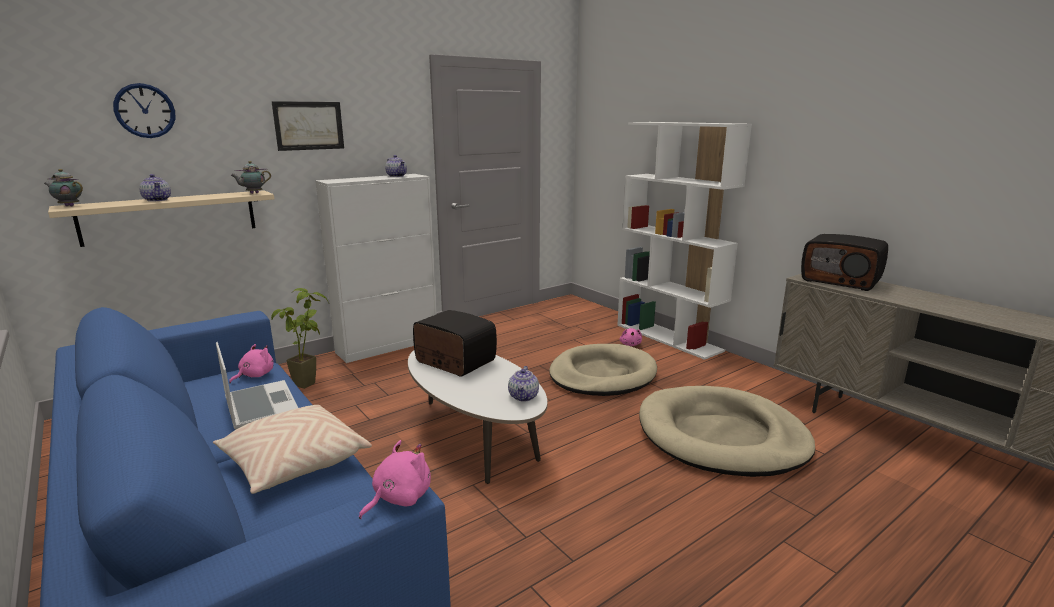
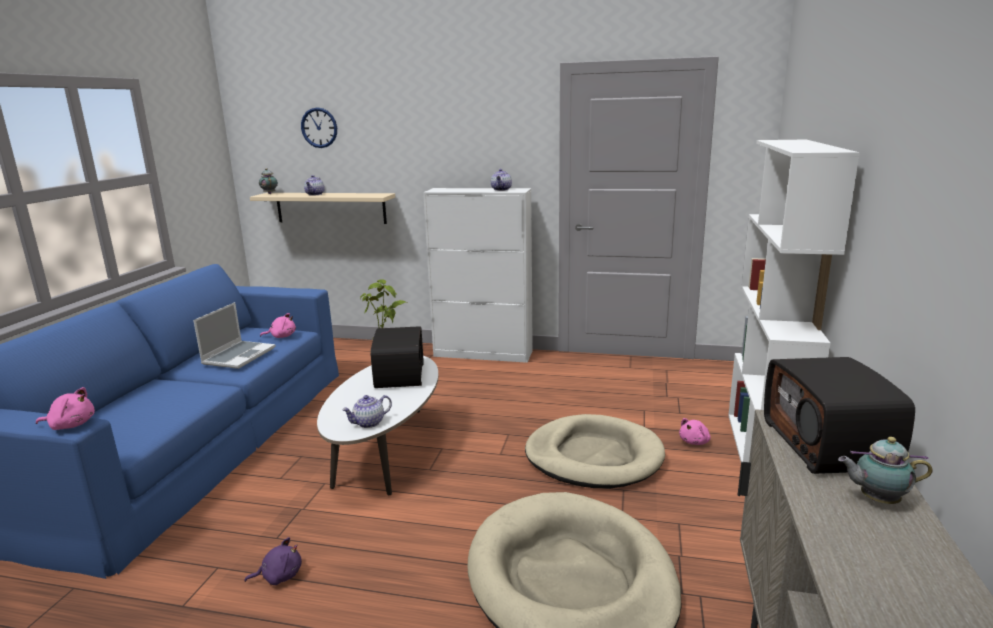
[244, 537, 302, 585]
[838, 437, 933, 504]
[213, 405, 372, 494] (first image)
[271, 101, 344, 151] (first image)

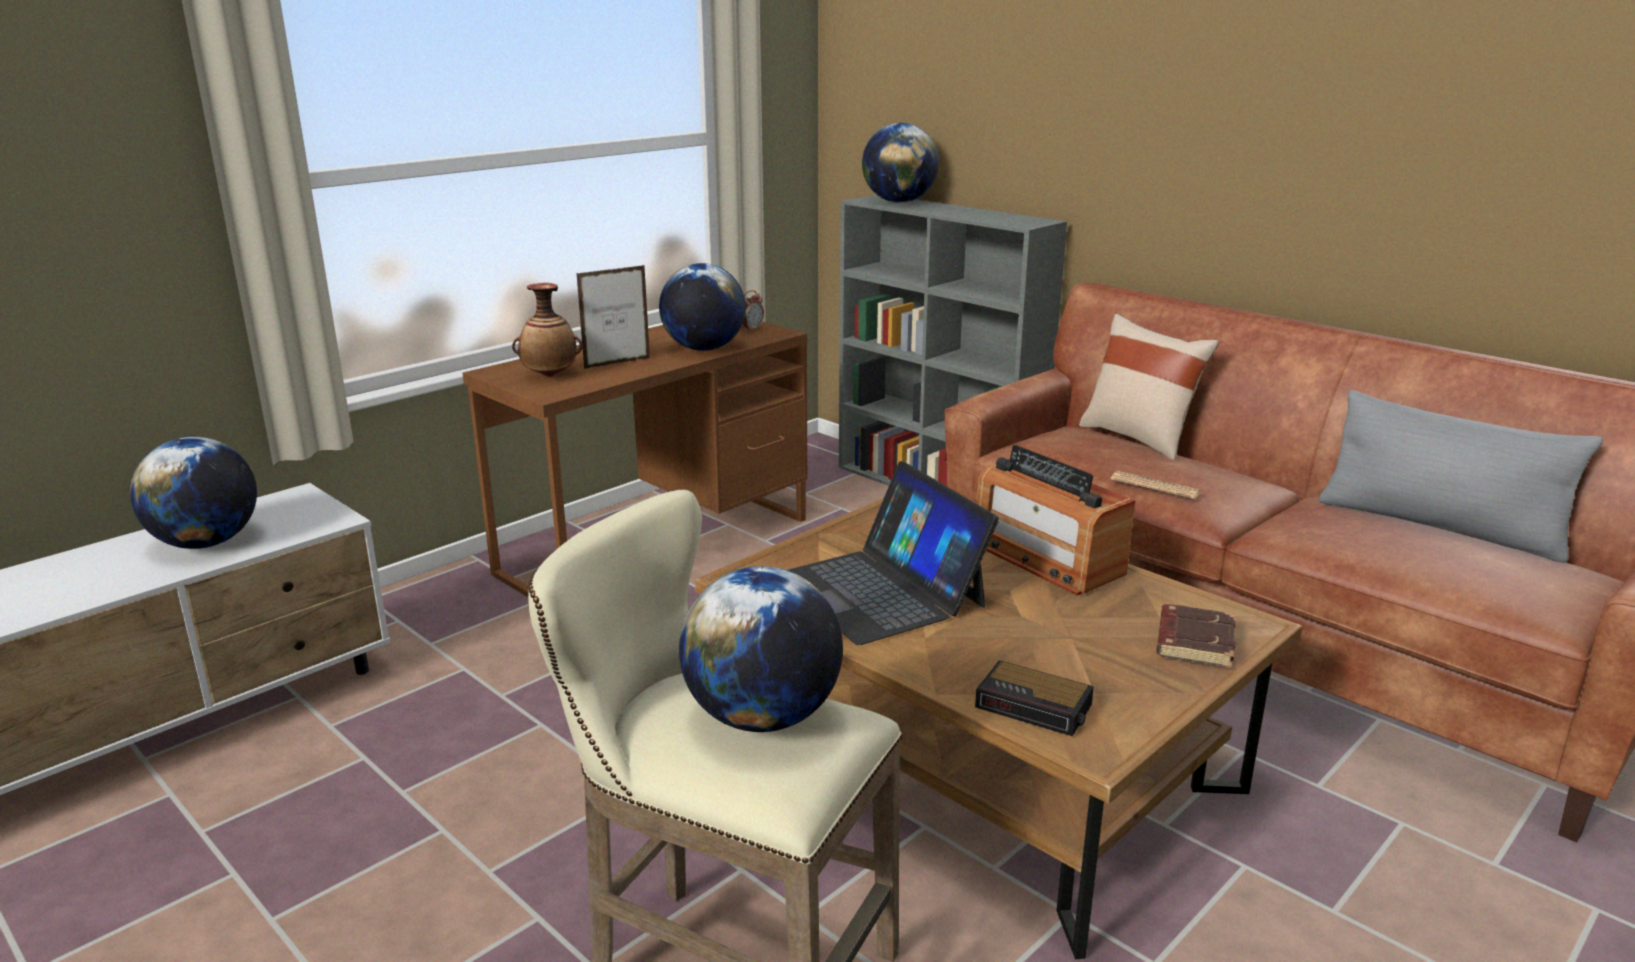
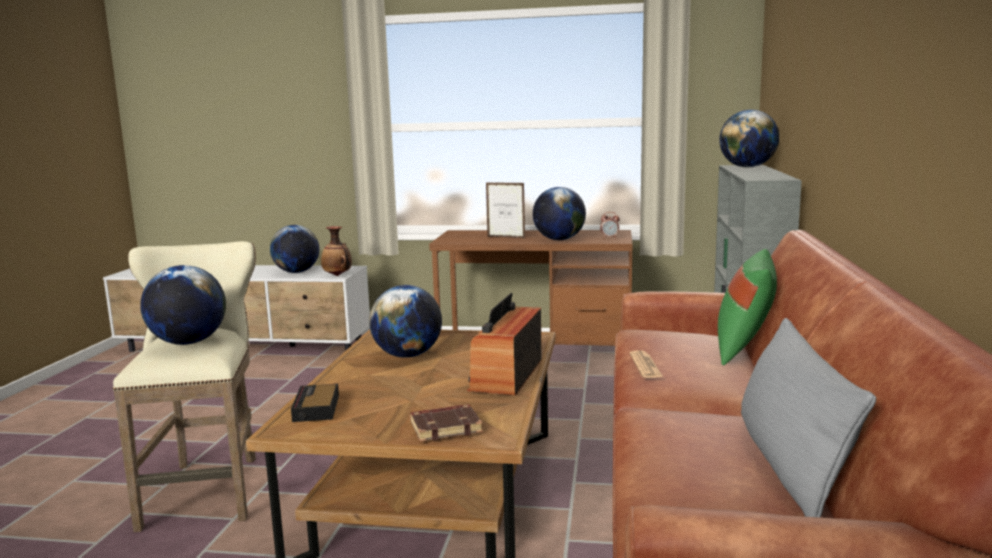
[321, 226, 352, 276]
[369, 285, 442, 358]
[718, 249, 777, 365]

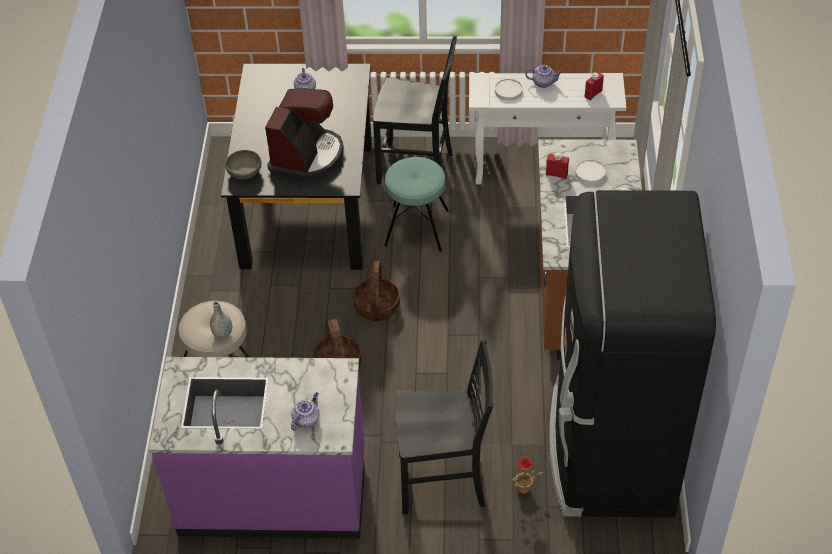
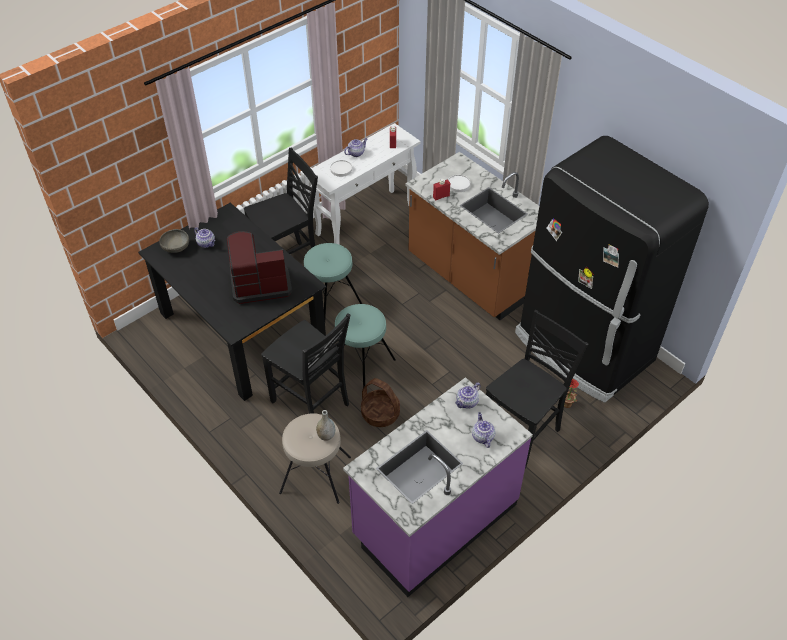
[159, 229, 189, 253]
[226, 231, 292, 304]
[261, 314, 350, 414]
[335, 304, 396, 388]
[455, 383, 481, 409]

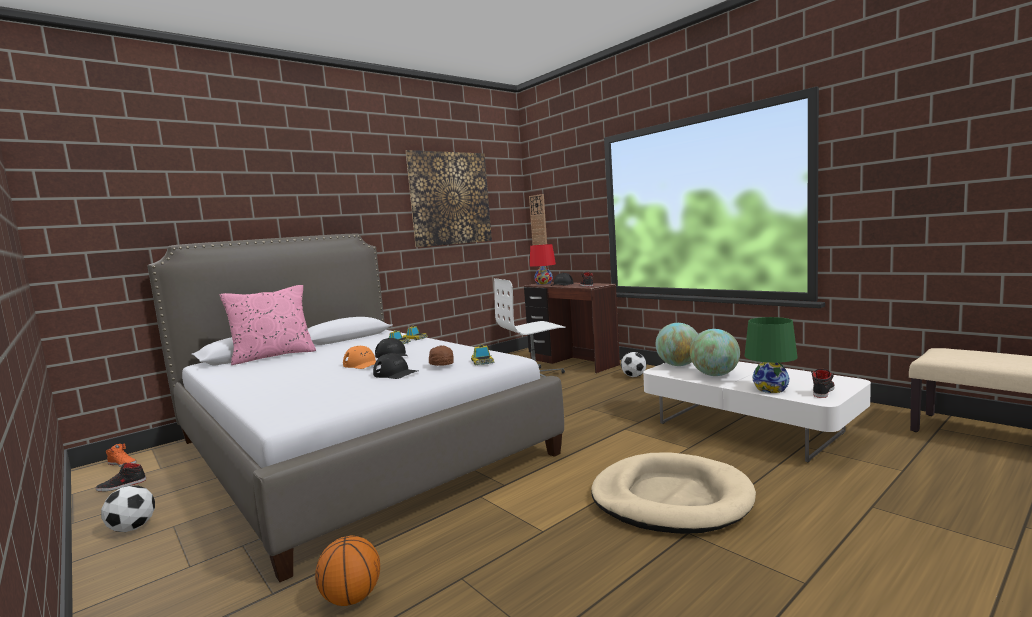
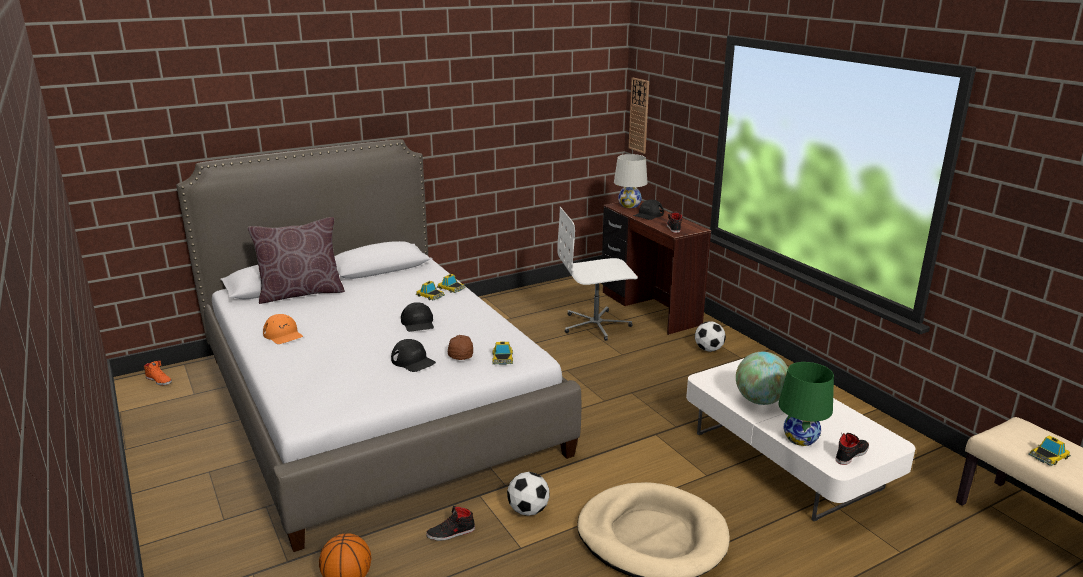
[248, 217, 345, 304]
[263, 314, 303, 344]
[426, 506, 475, 541]
[507, 472, 549, 516]
[614, 154, 647, 208]
[1028, 436, 1071, 466]
[406, 150, 492, 247] (first image)
[656, 323, 698, 366] (first image)

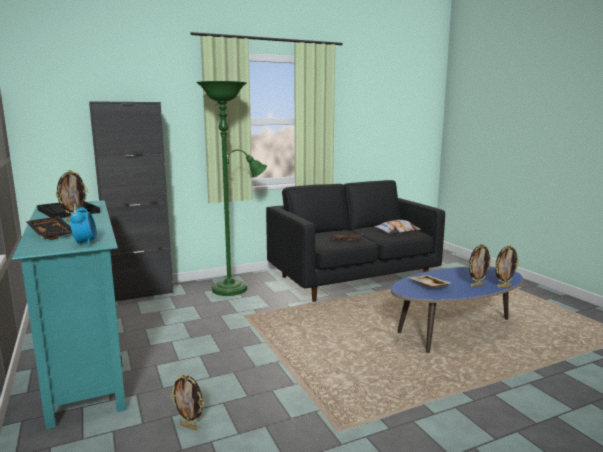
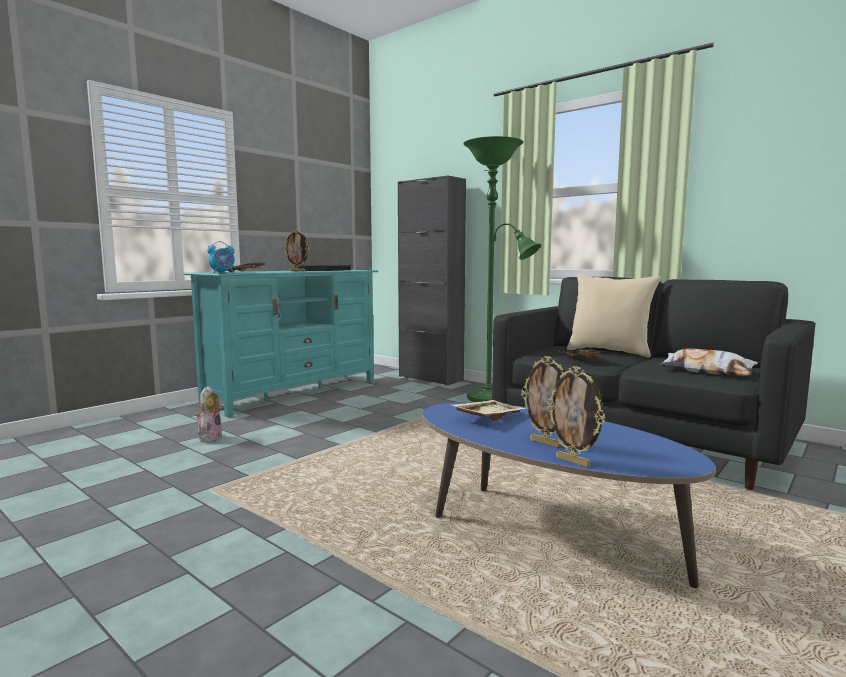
[196, 386, 222, 443]
[567, 274, 661, 357]

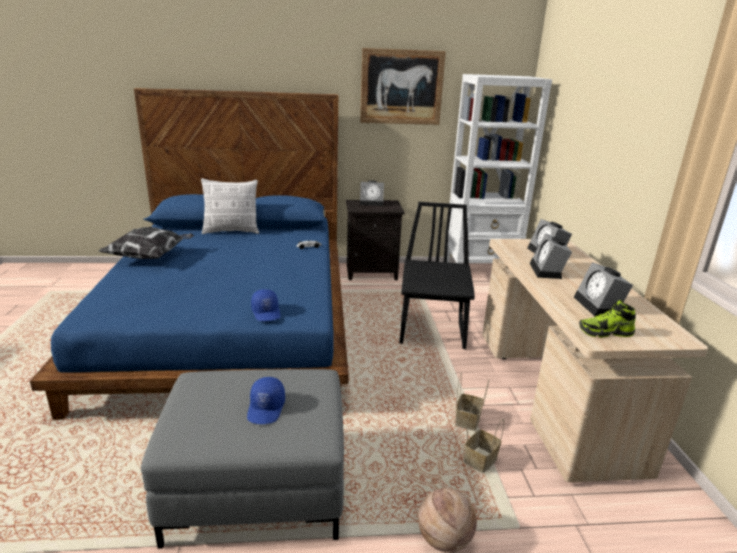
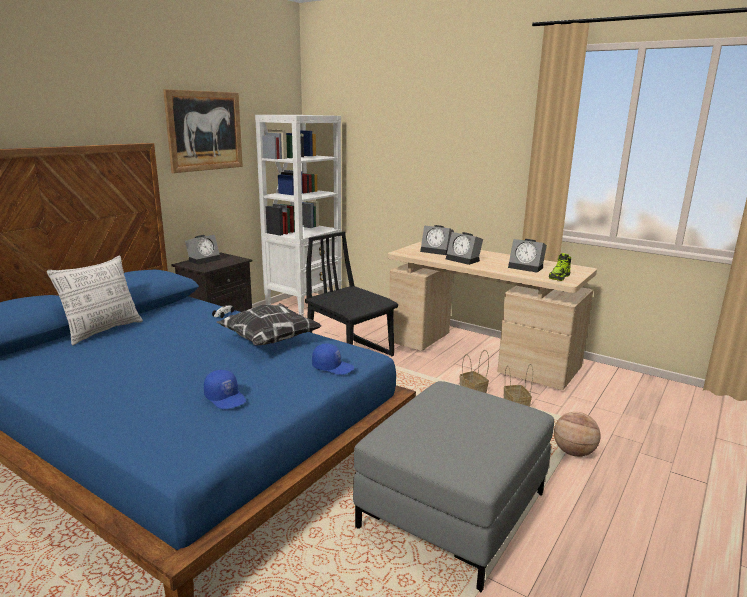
[204, 370, 246, 409]
[217, 303, 322, 345]

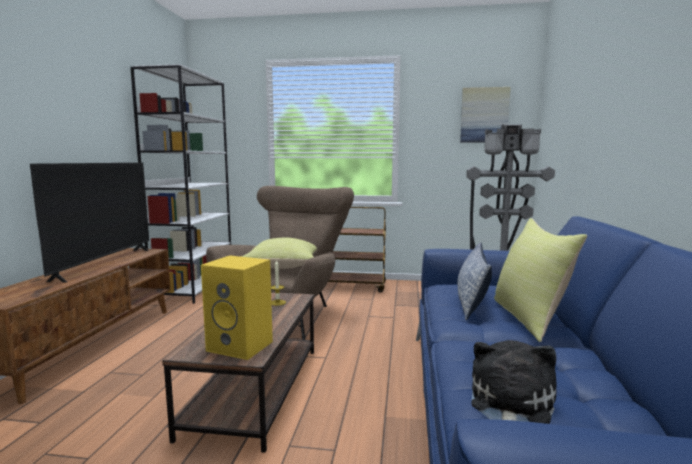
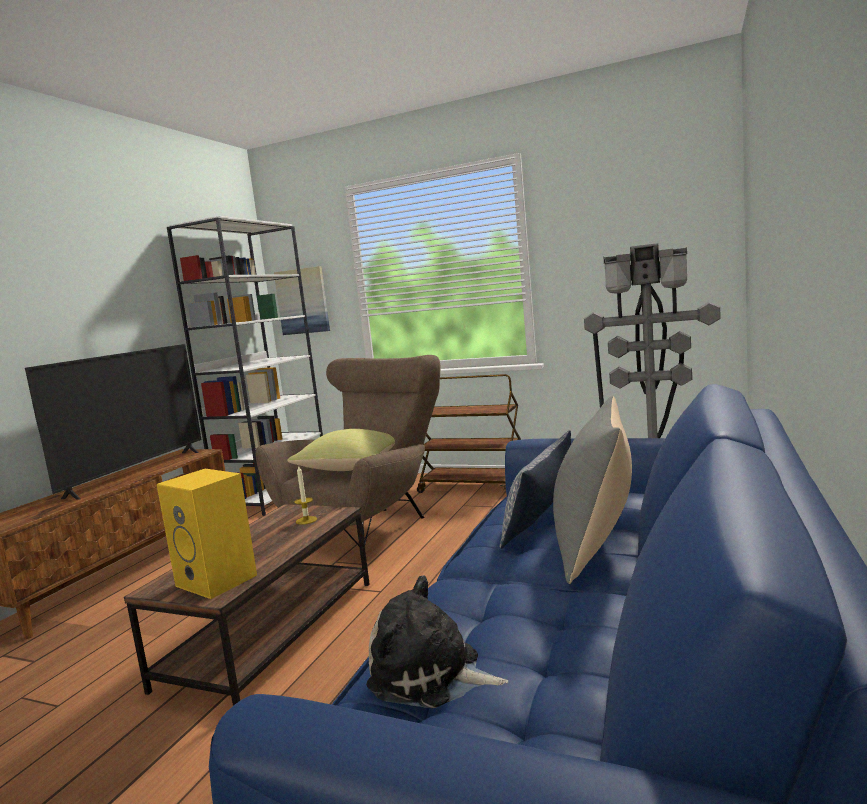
[274, 266, 330, 335]
[366, 575, 508, 708]
[553, 396, 632, 584]

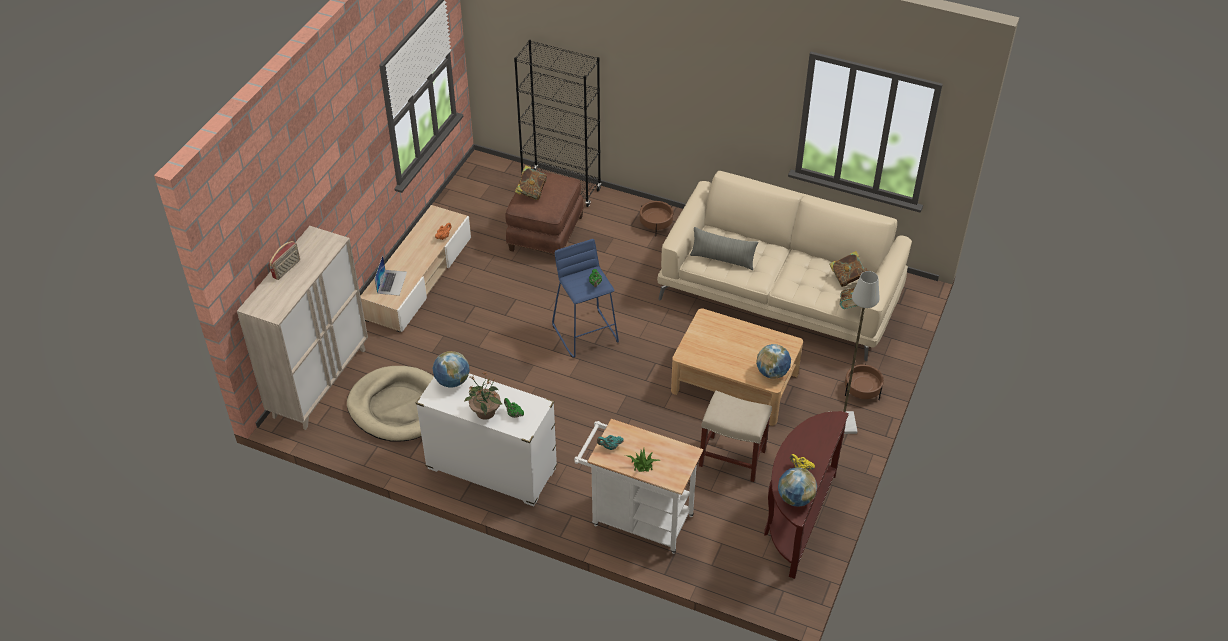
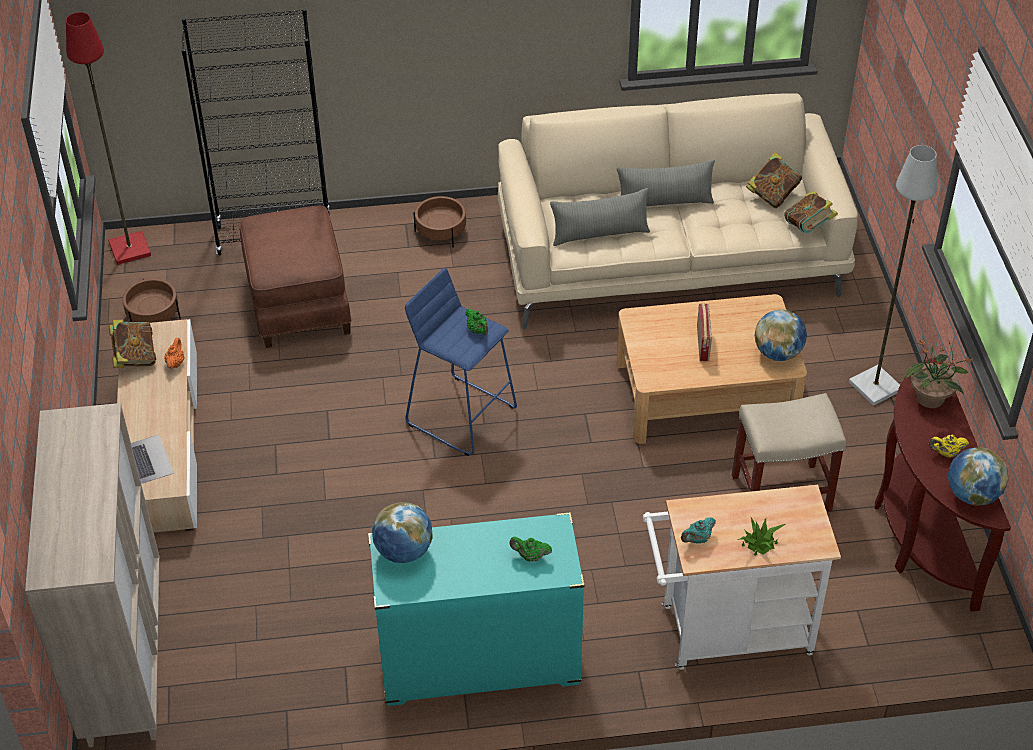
[66, 12, 151, 265]
[109, 320, 156, 368]
[122, 278, 181, 323]
[368, 512, 585, 706]
[617, 159, 715, 206]
[697, 303, 712, 361]
[906, 339, 974, 408]
[347, 366, 434, 442] (first image)

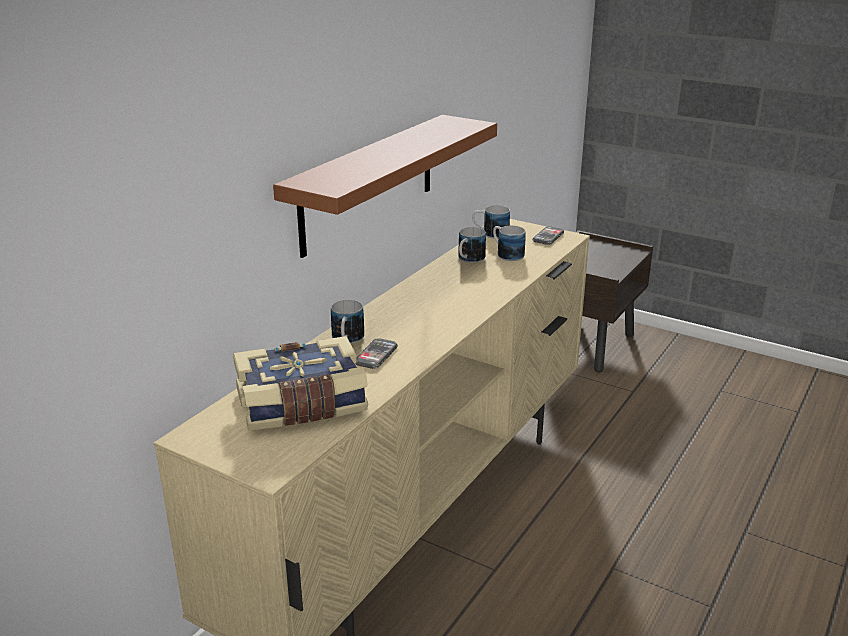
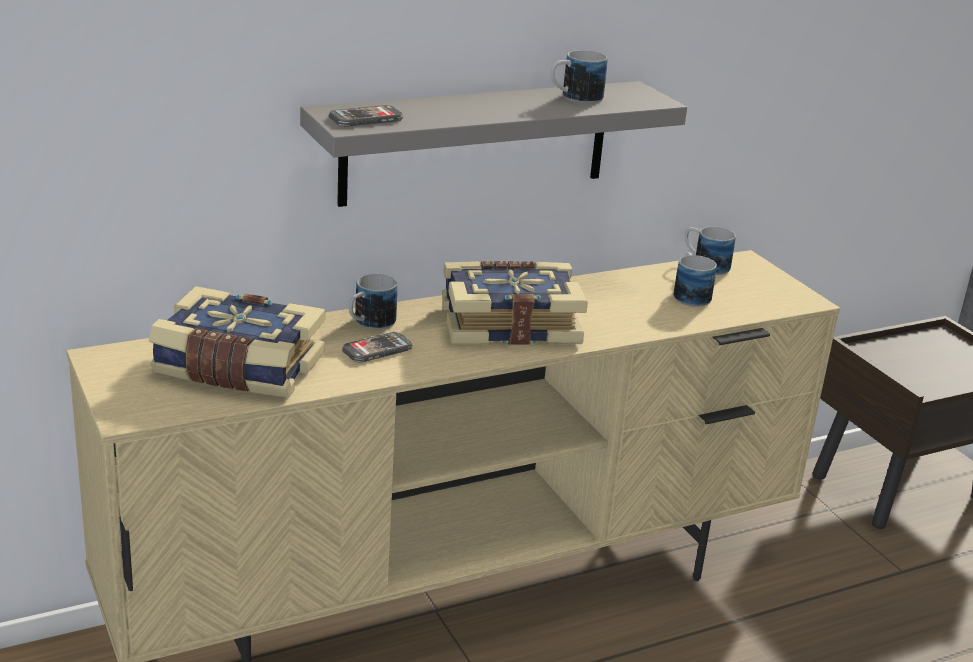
[300, 81, 687, 207]
[329, 105, 403, 127]
[442, 261, 588, 345]
[551, 50, 607, 103]

